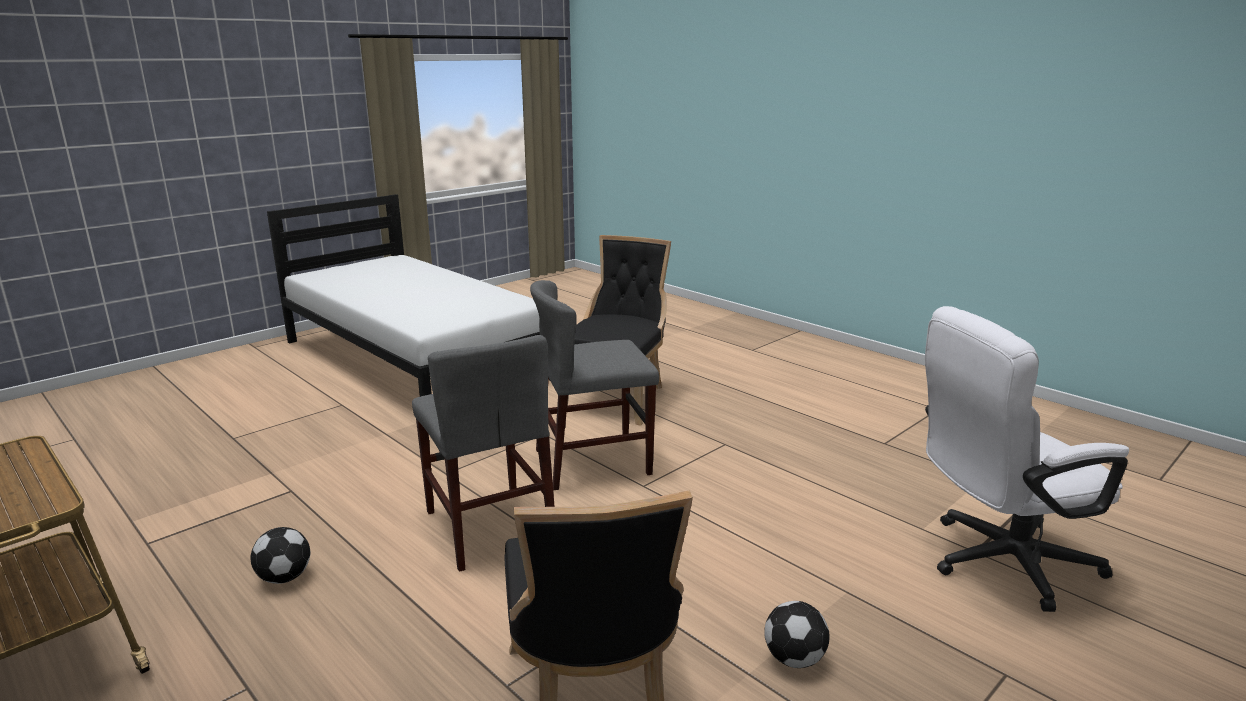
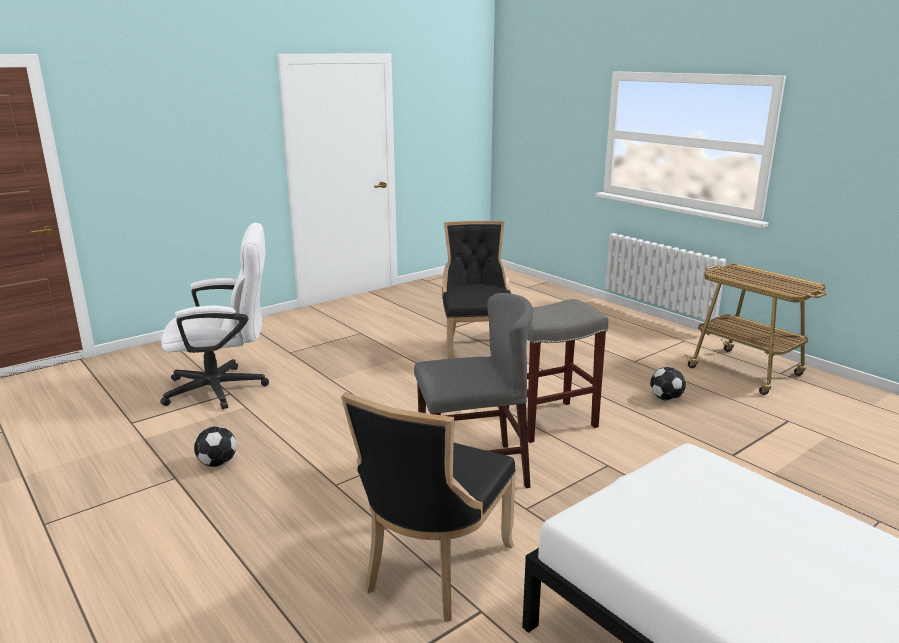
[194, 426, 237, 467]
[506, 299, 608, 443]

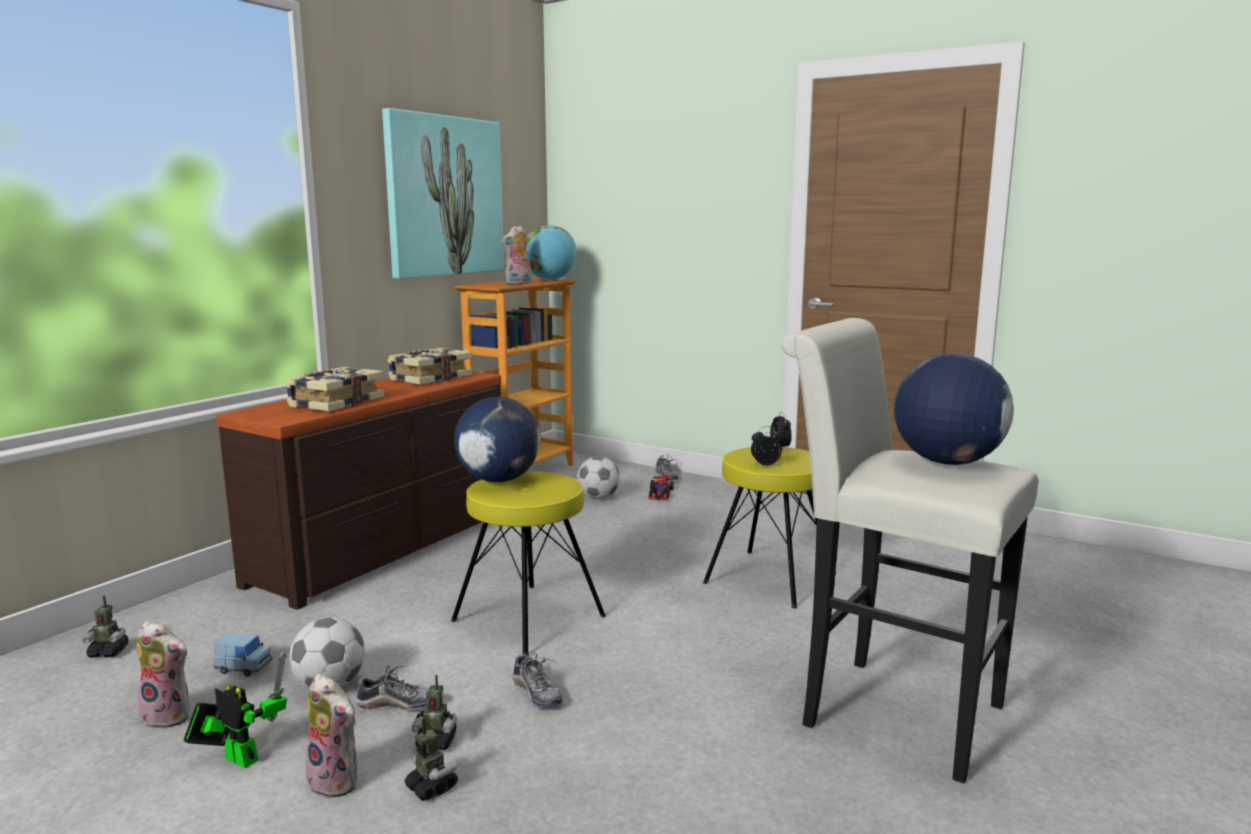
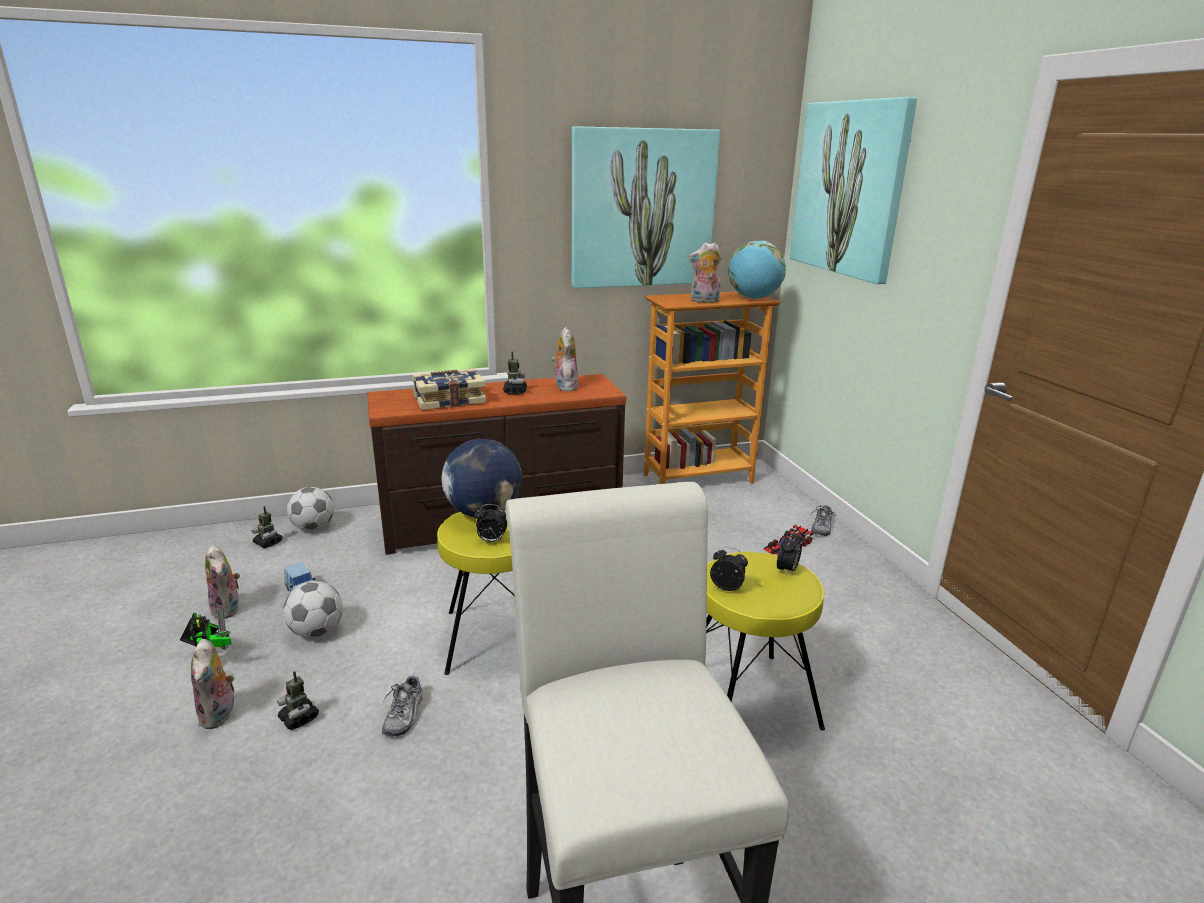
[287, 487, 334, 531]
[474, 504, 507, 542]
[503, 352, 527, 394]
[551, 327, 579, 391]
[790, 97, 917, 284]
[356, 666, 429, 711] (first image)
[894, 353, 1014, 465] (first image)

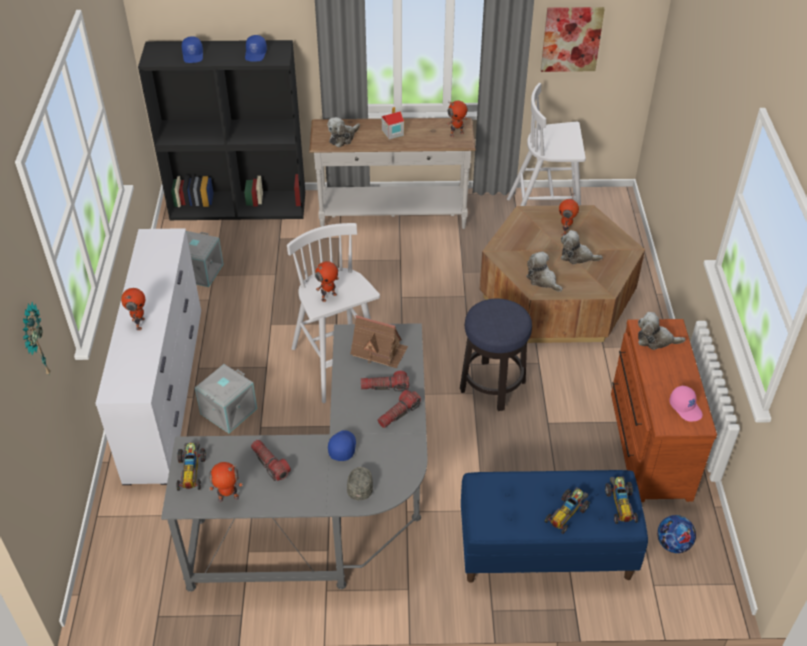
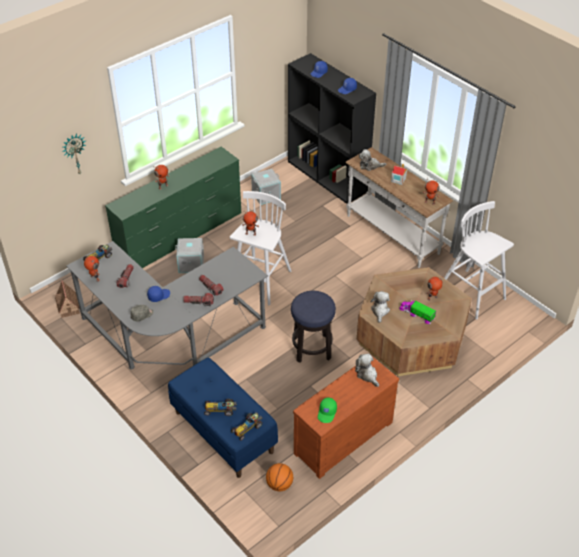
[55, 280, 80, 318]
[105, 147, 241, 268]
[266, 463, 293, 491]
[318, 397, 337, 423]
[400, 300, 436, 324]
[541, 7, 605, 72] (first image)

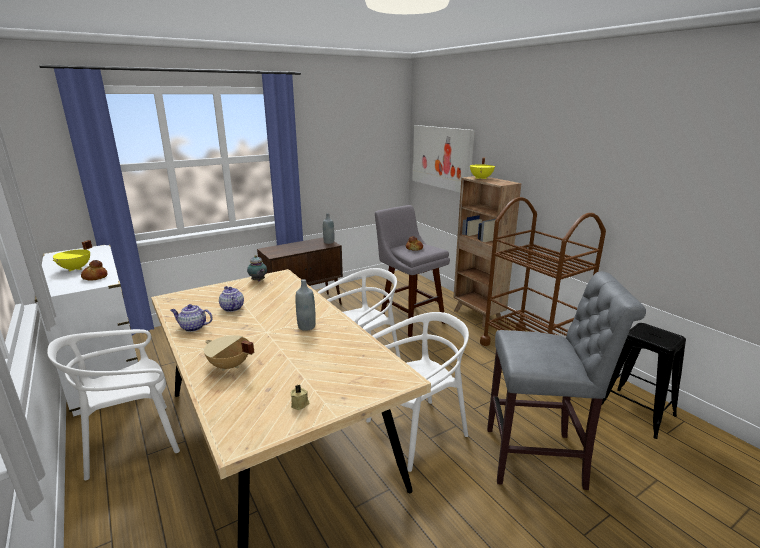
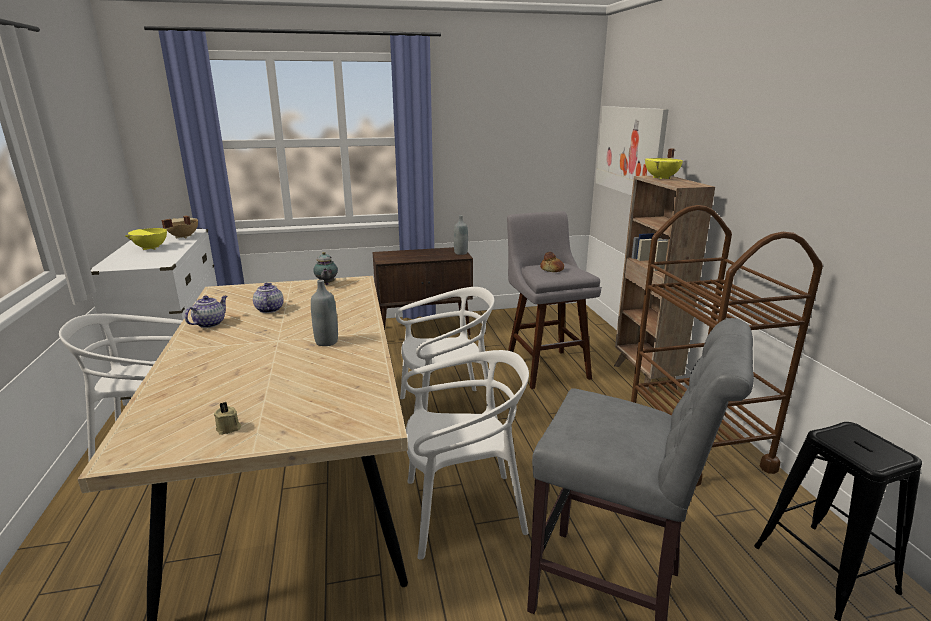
[166, 216, 198, 238]
[185, 296, 227, 328]
[81, 260, 108, 280] (first image)

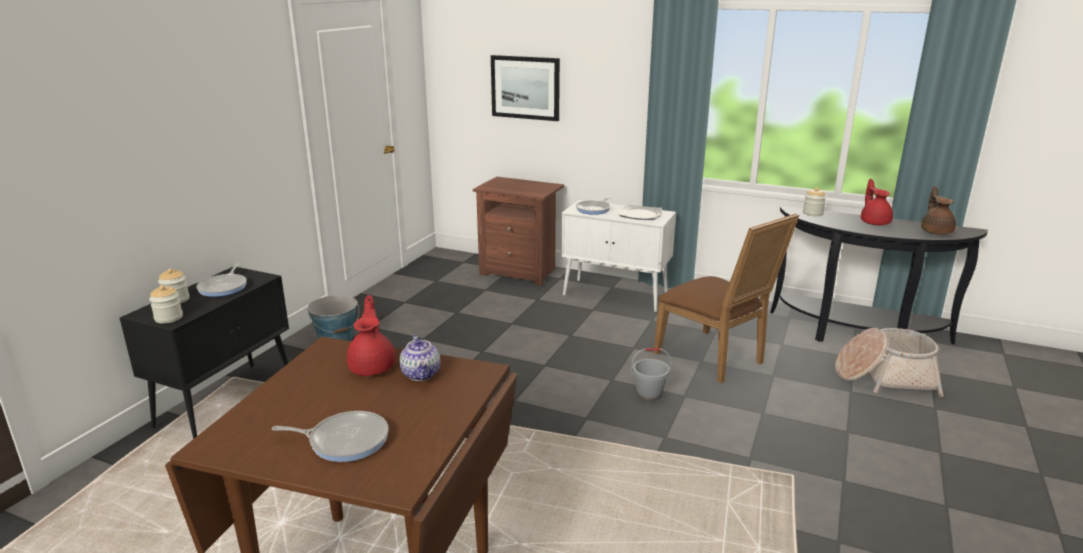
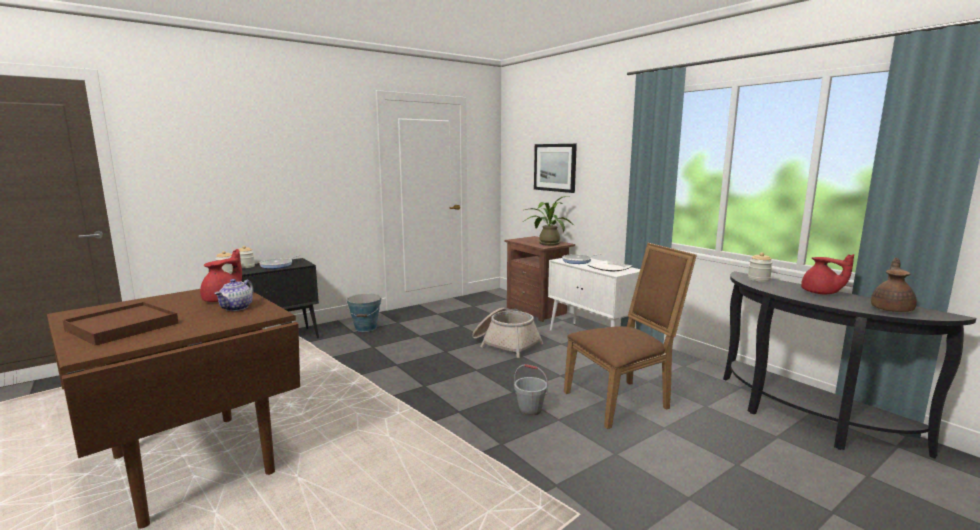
[62, 302, 178, 346]
[472, 308, 543, 358]
[523, 196, 575, 246]
[564, 243, 697, 429]
[801, 254, 854, 294]

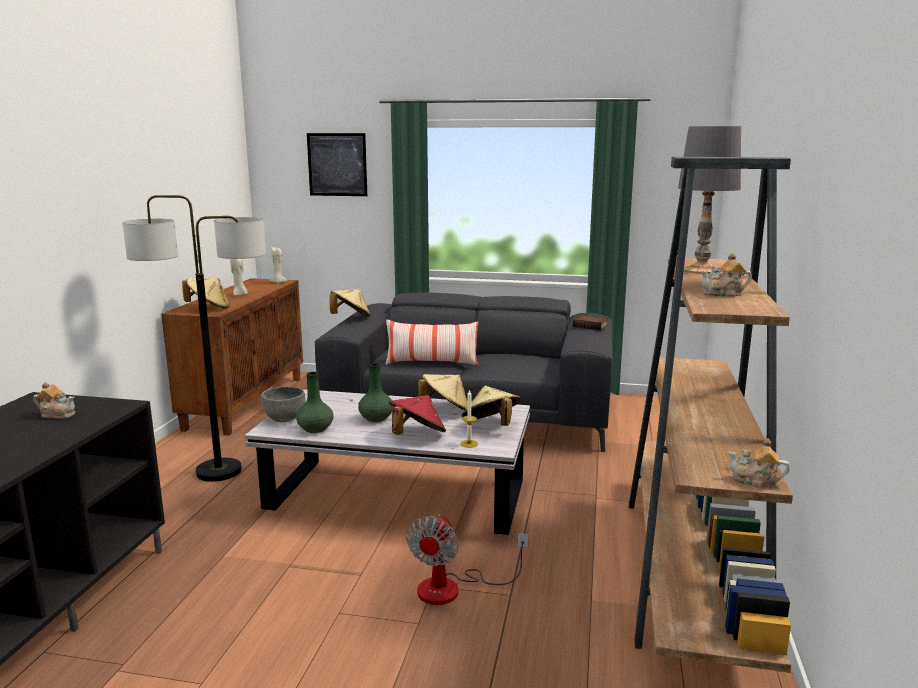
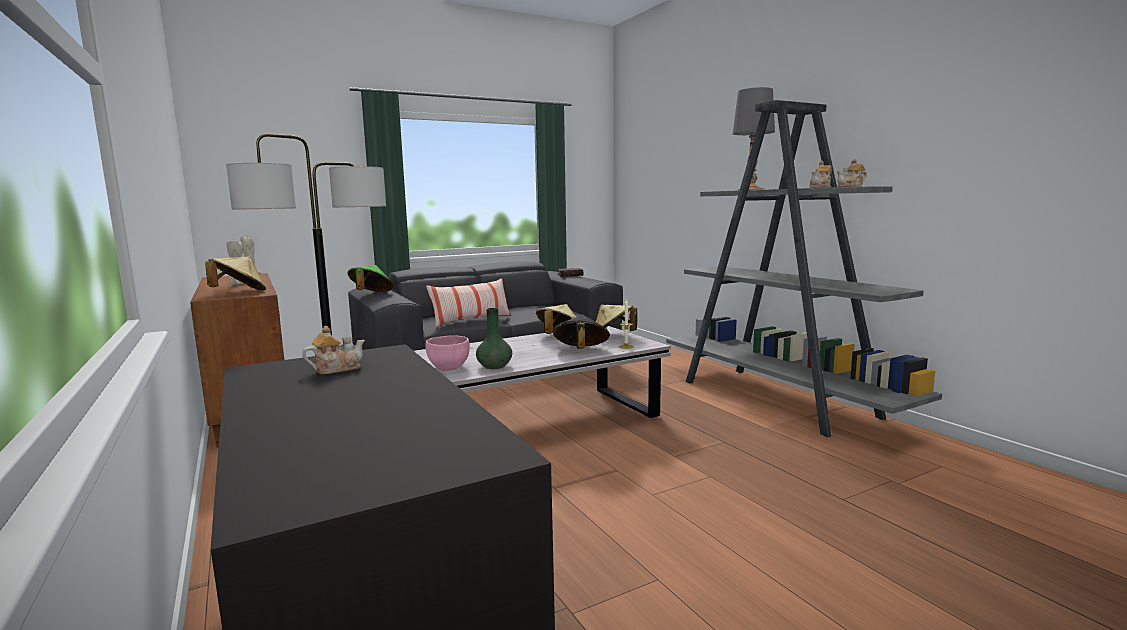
[347, 265, 393, 292]
[425, 335, 470, 371]
[553, 314, 610, 349]
[666, 100, 942, 437]
[837, 159, 867, 187]
[307, 133, 367, 196] (first image)
[358, 363, 393, 422] (first image)
[406, 514, 528, 605] (first image)

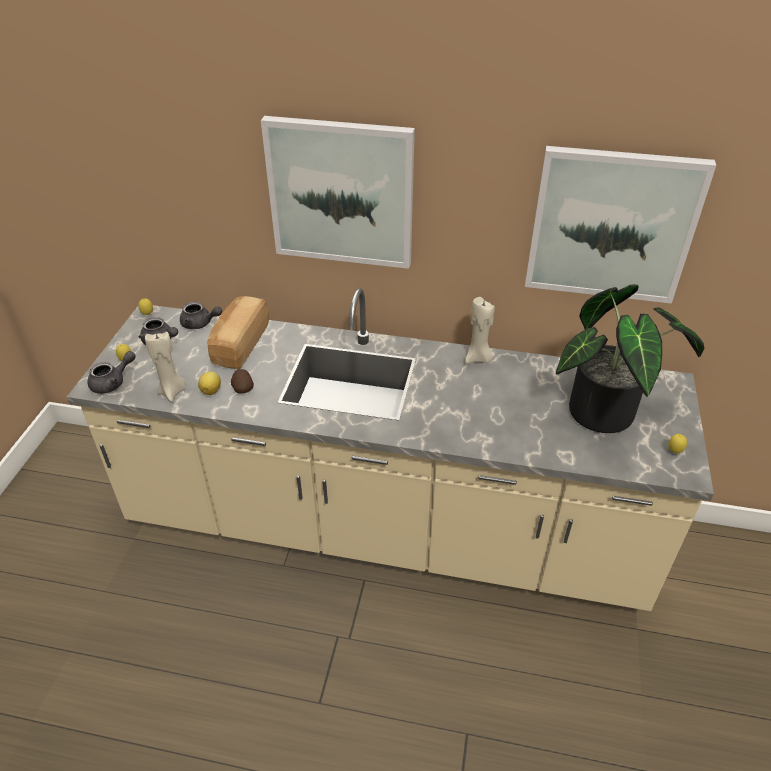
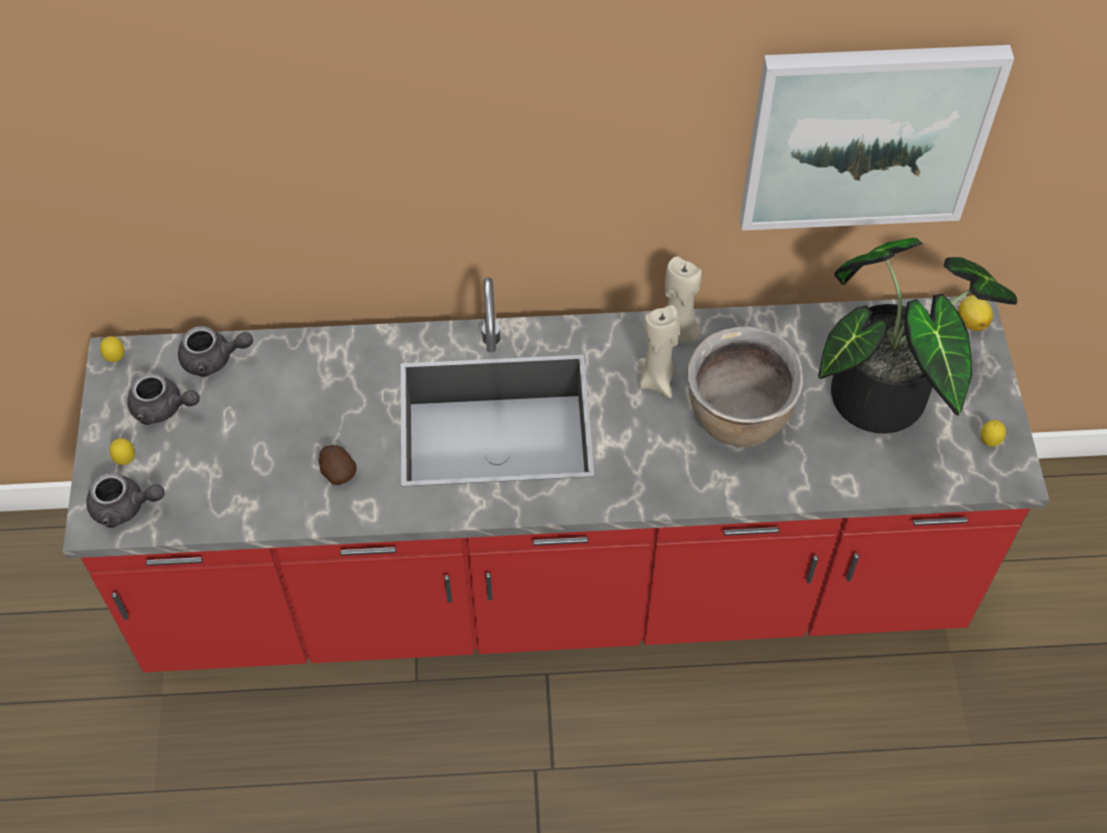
[63, 277, 1049, 672]
[86, 473, 165, 528]
[639, 305, 680, 398]
[687, 326, 804, 447]
[958, 295, 993, 331]
[207, 296, 269, 369] (first image)
[261, 116, 415, 269] (first image)

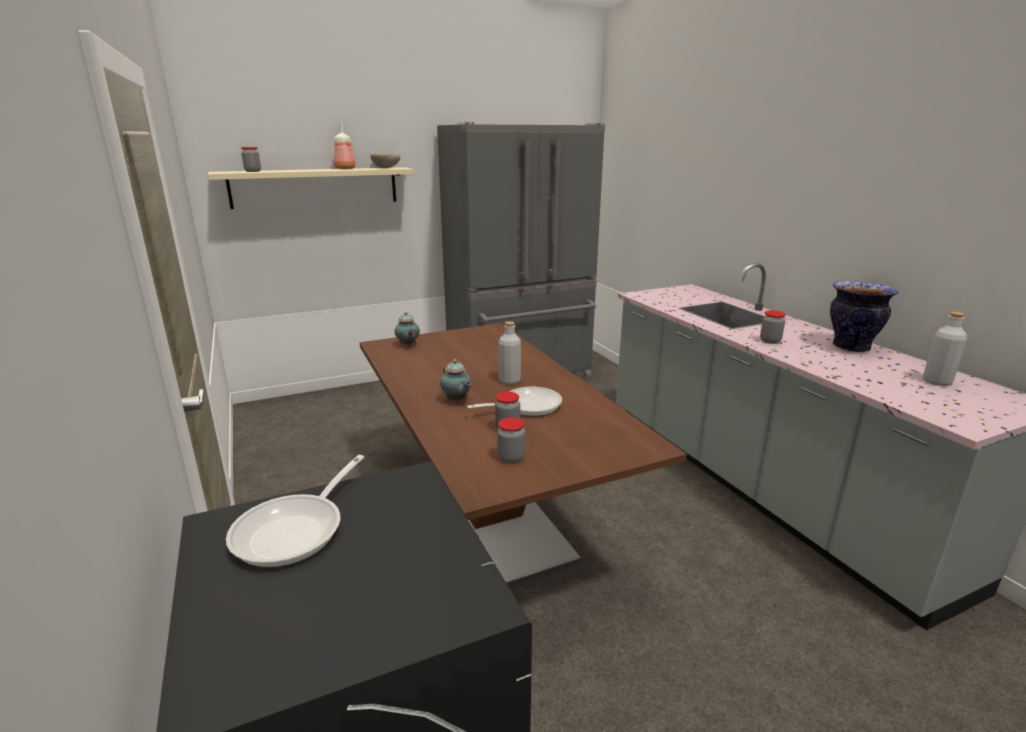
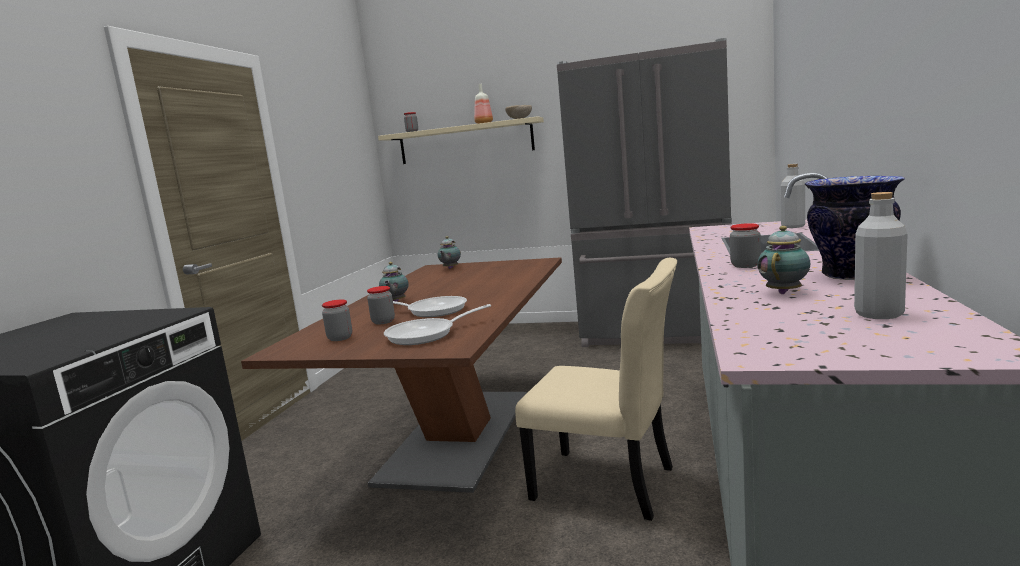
[384, 304, 491, 345]
[515, 258, 677, 521]
[757, 226, 811, 294]
[781, 164, 805, 228]

